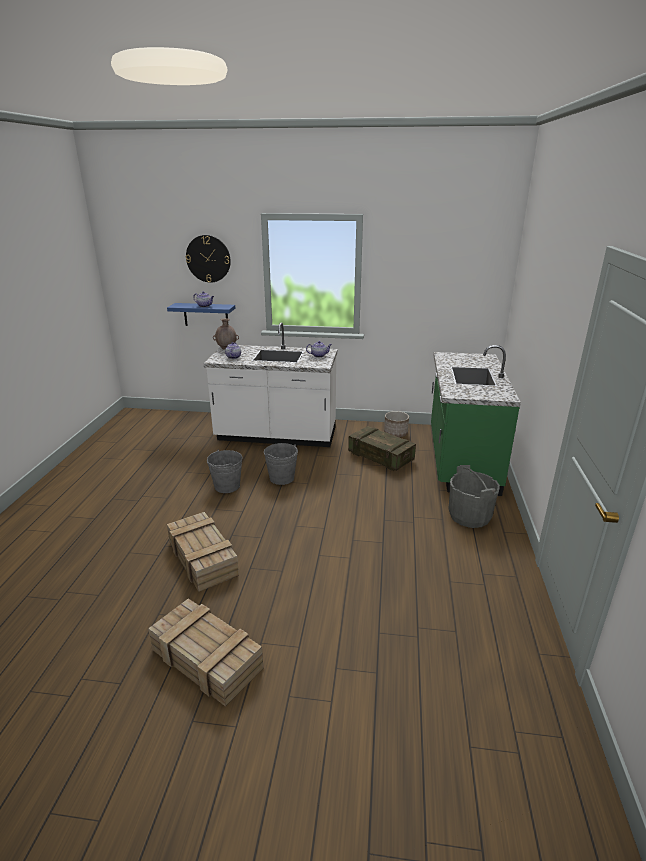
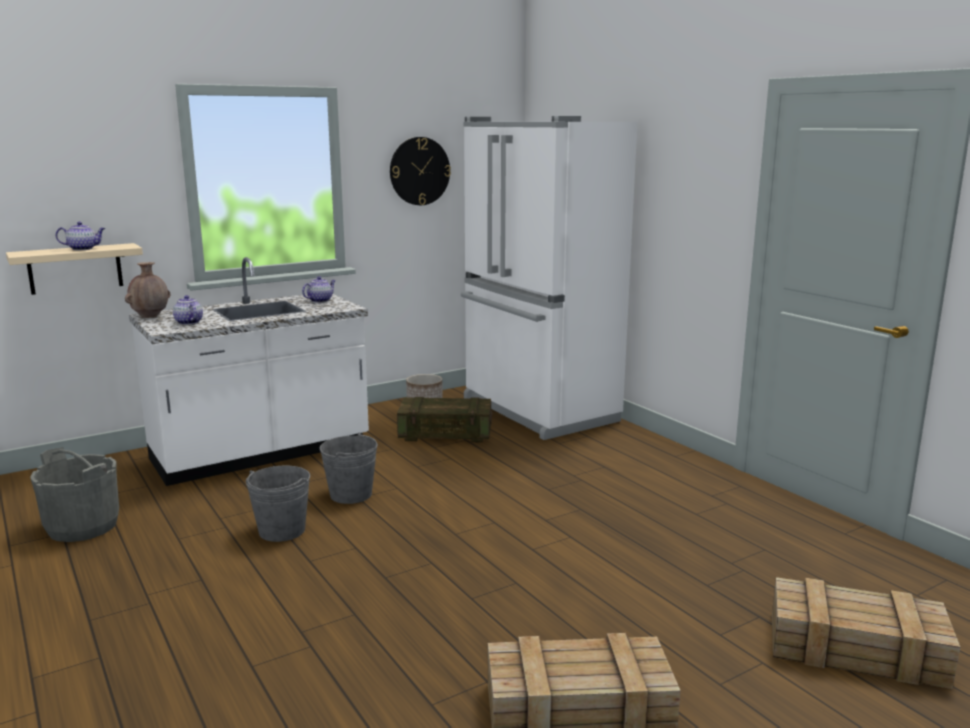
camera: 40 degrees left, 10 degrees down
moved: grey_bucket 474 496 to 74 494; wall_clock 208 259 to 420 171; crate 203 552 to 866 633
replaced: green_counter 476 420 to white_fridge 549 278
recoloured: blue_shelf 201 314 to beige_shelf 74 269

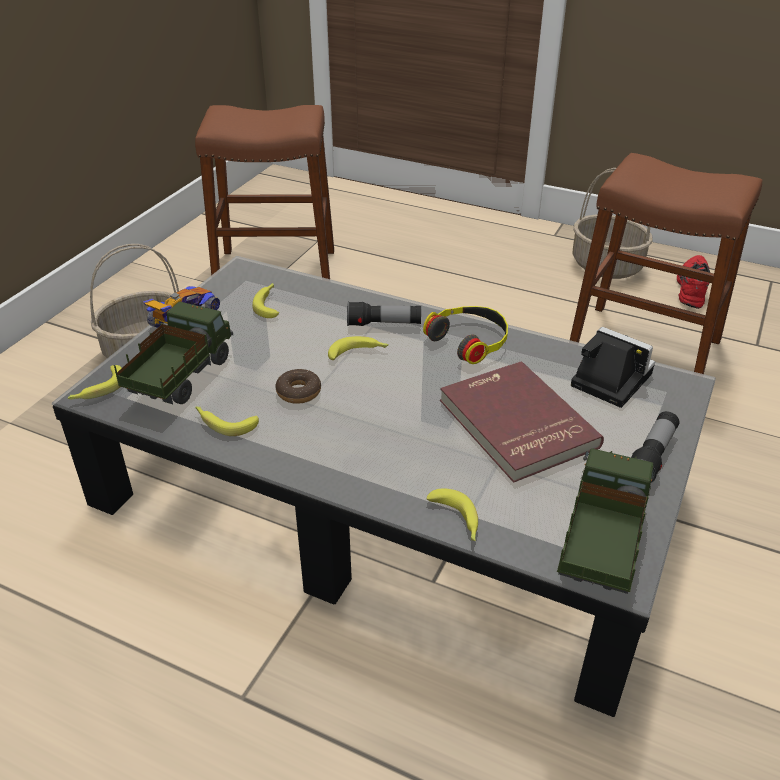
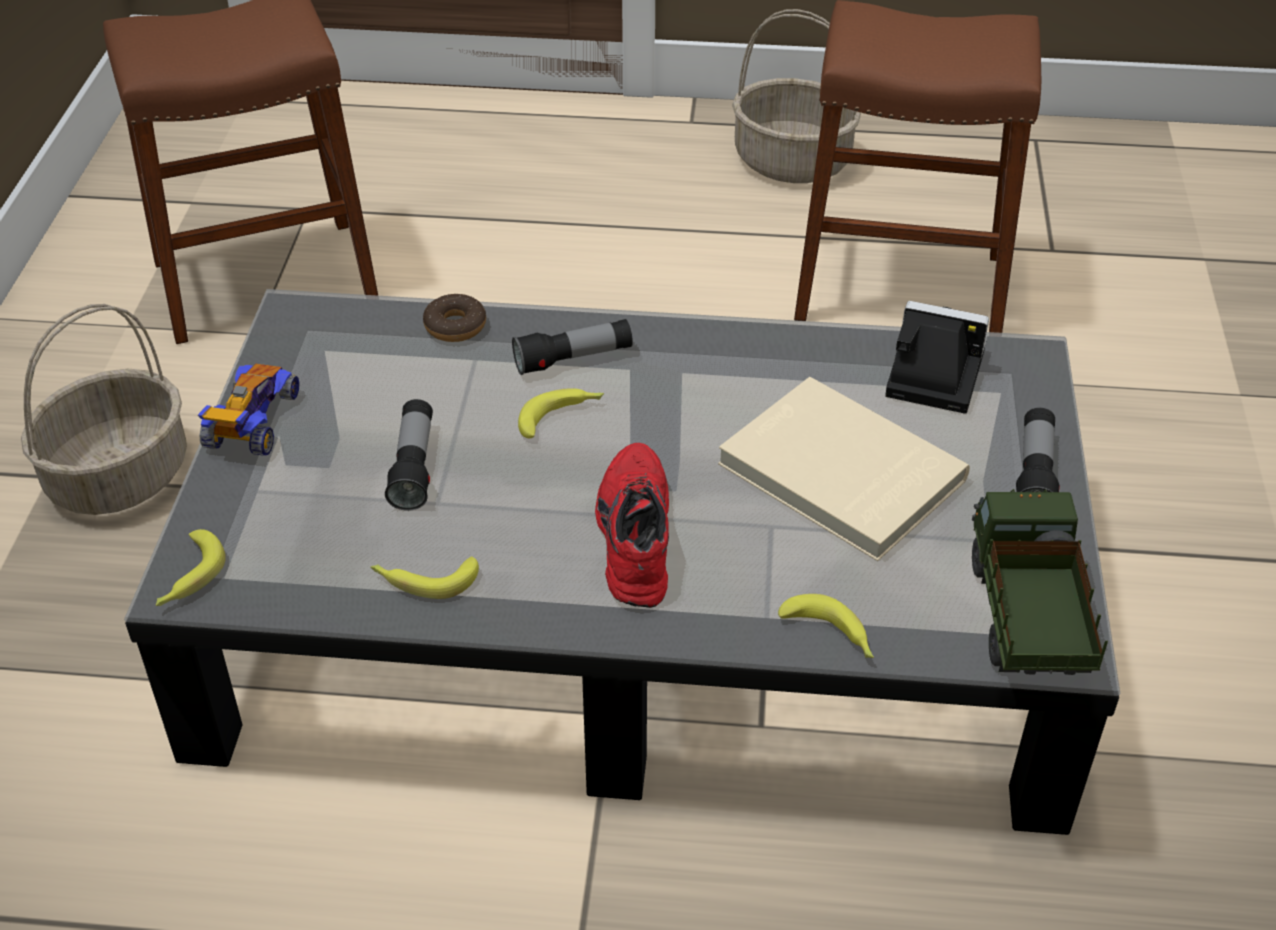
camera: 20 degrees left, 5 degrees up
removed: toy_truck 173 352; banana 265 300; headphones 465 335
added: flashlight 409 455
moved: donut 298 386 to 454 318; red_shoe 693 282 to 632 525
recoloured: red_book 522 422 to beige_book 844 469

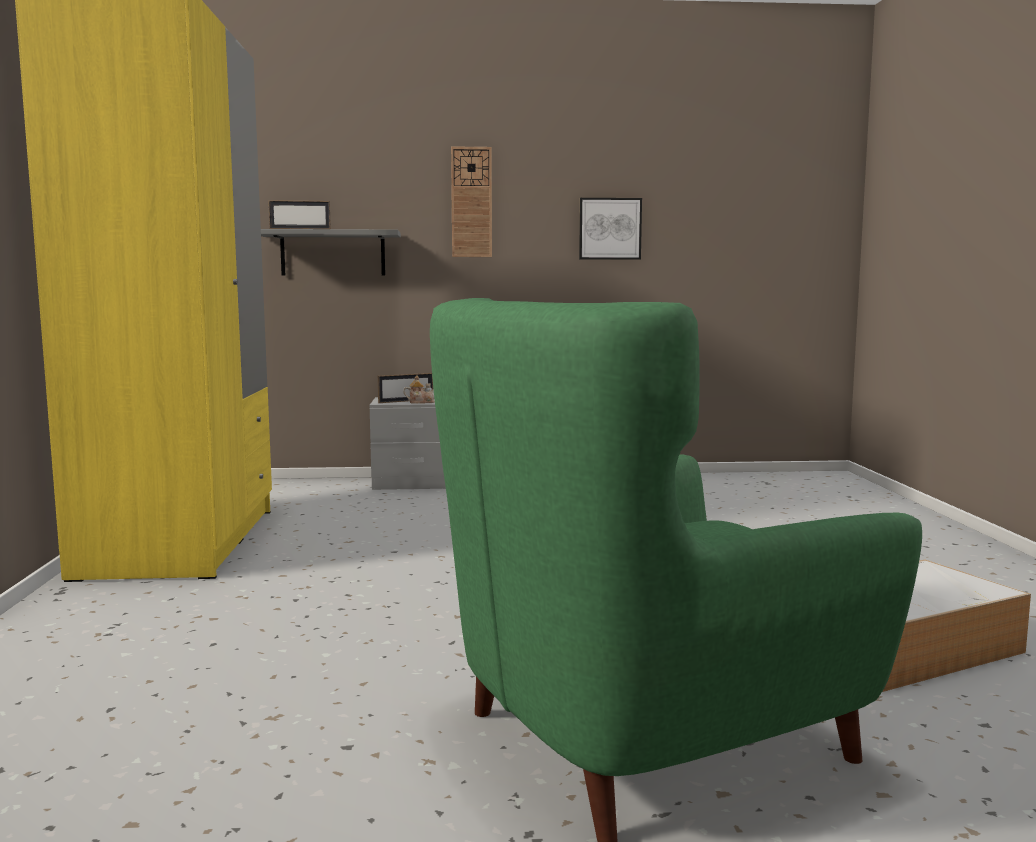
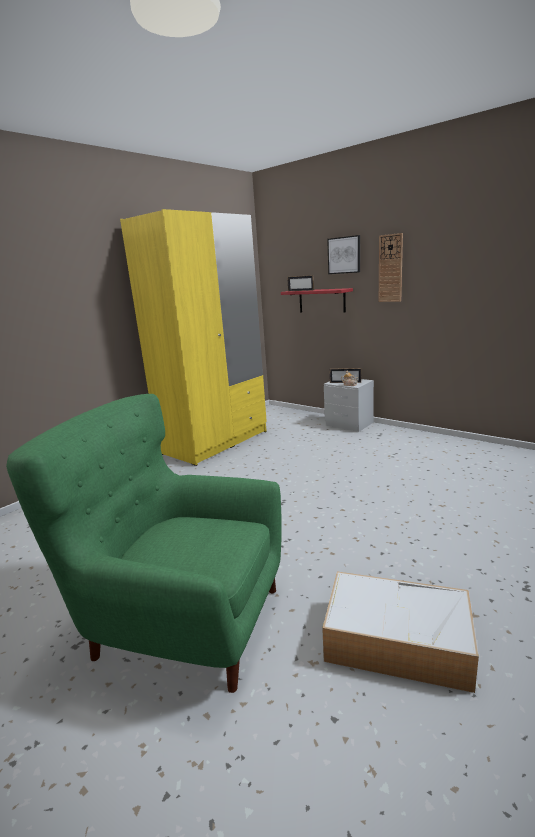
camera: 45 degrees right, 10 degrees up
moved: picture 610 229 to 343 254
recoloured: grey_shelf 331 252 to red_shelf 317 300

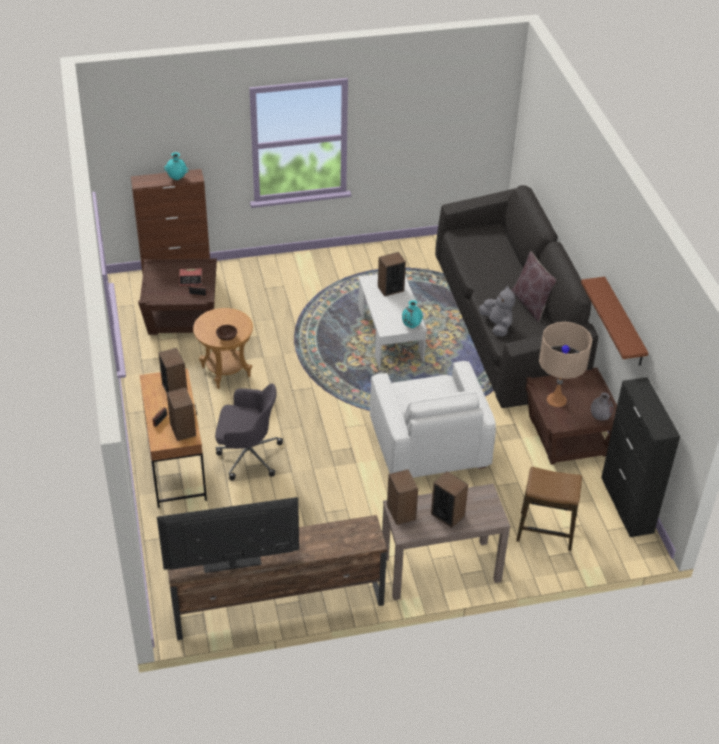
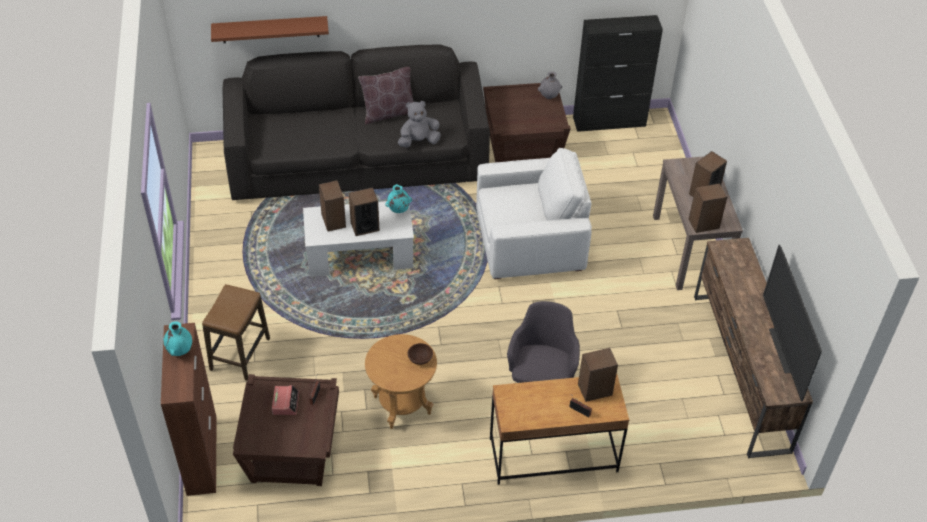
camera: 85 degrees left, 5 degrees up
removed: beige_table_lamp 565 364
moved: stool 549 509 to 236 332; brown_shelf 614 321 to 270 29; speaker 172 370 to 364 211

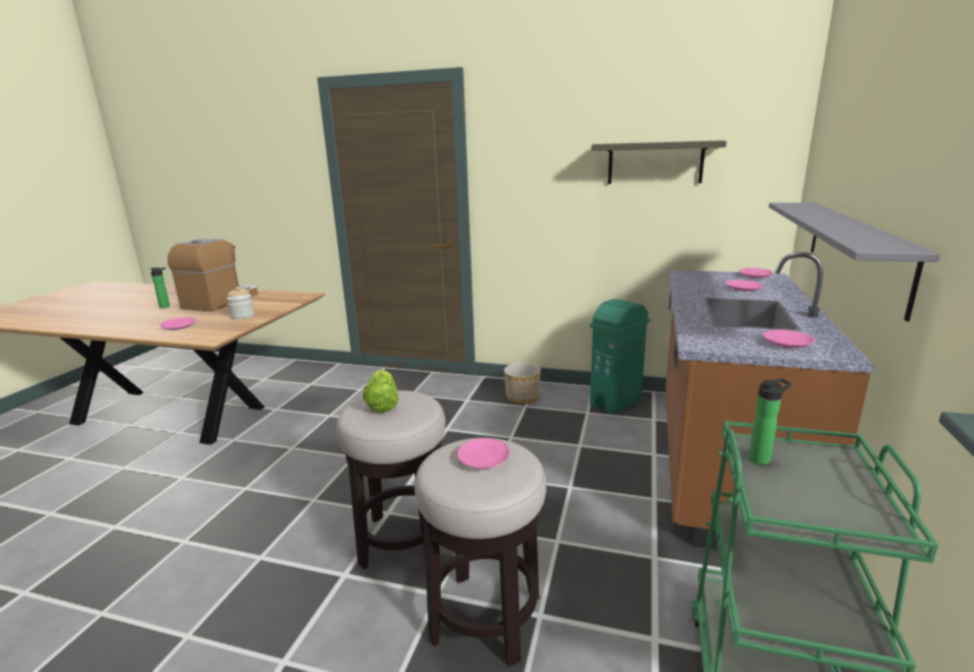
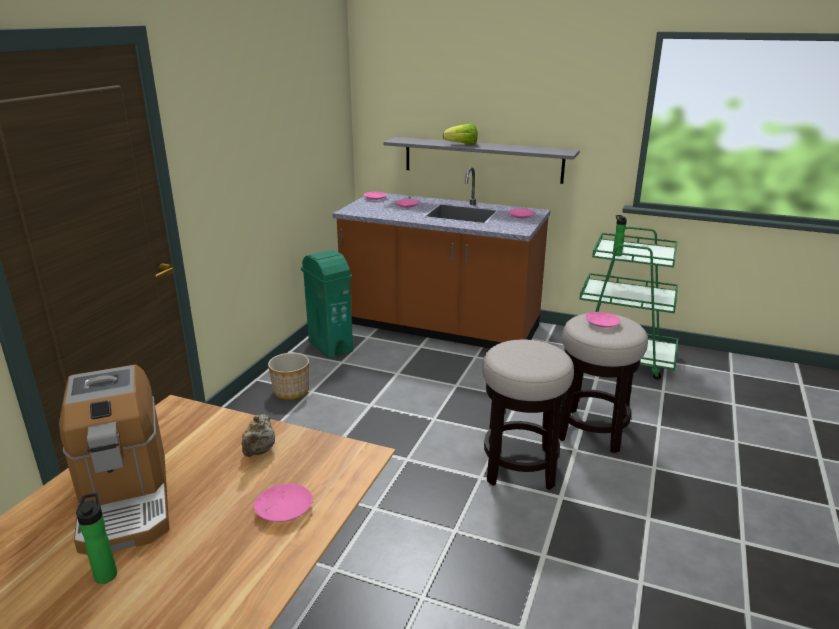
camera: 85 degrees left, 5 degrees up
removed: shelf 659 162
moved: lettuce 381 390 to 460 134
replaced: jar 241 303 to beige_teapot 258 435
turned: coffee_machine 213 275 = 114 460 135 degrees counterclockwise

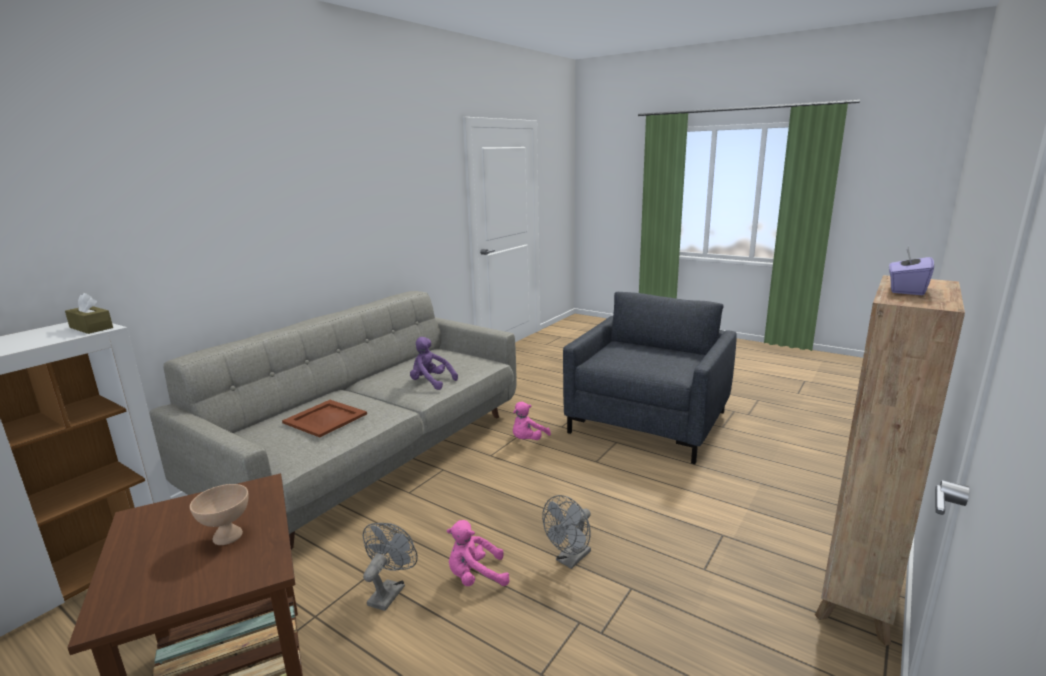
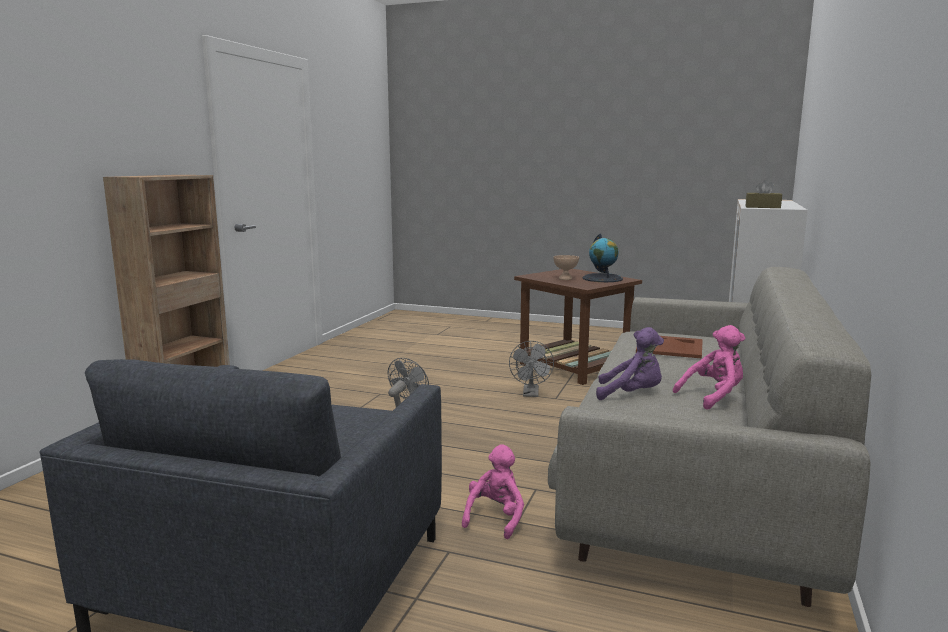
camera: 165 degrees right, 5 degrees down
removed: purple_tissue_box 911 271
added: globe 603 258
moved: pink_plush_toy 478 553 to 709 367

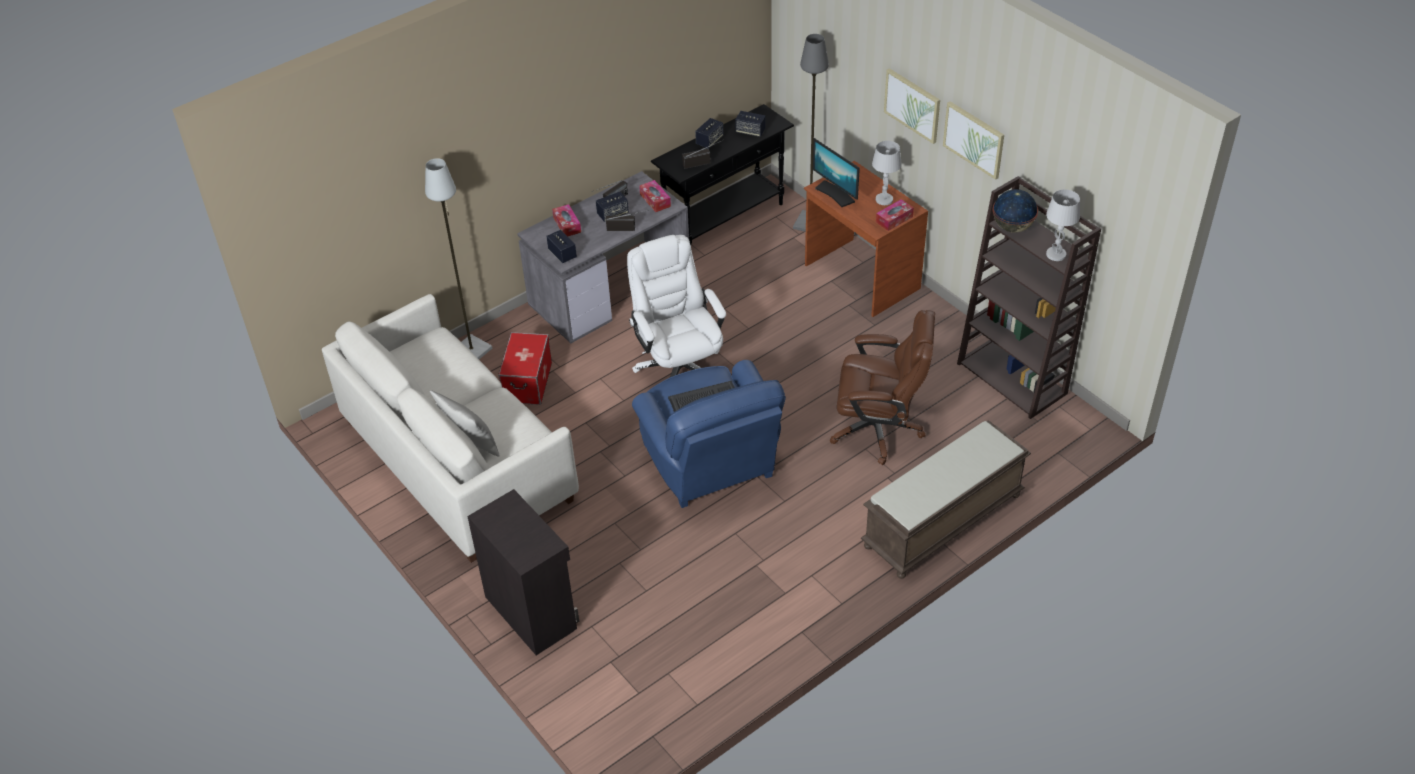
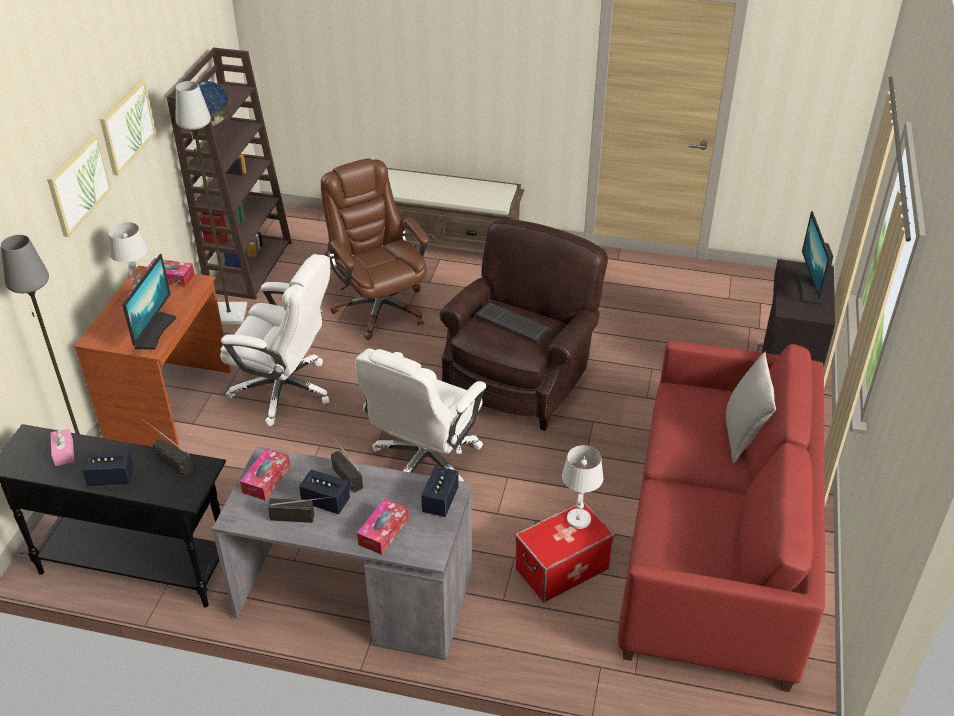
camera: 130 degrees left, 5 degrees down
added: white_office_chair 275 340; monitor 812 258
moved: grey_floor_lamp 458 258 to 211 203; white_table_lamp 1063 225 to 582 487
replaced: speaker 750 124 to pink_tissue_box 62 447
recoloured: blue_armchair 709 434 to brown_armchair 524 325; white_sofa 450 428 to red_sofa 721 516

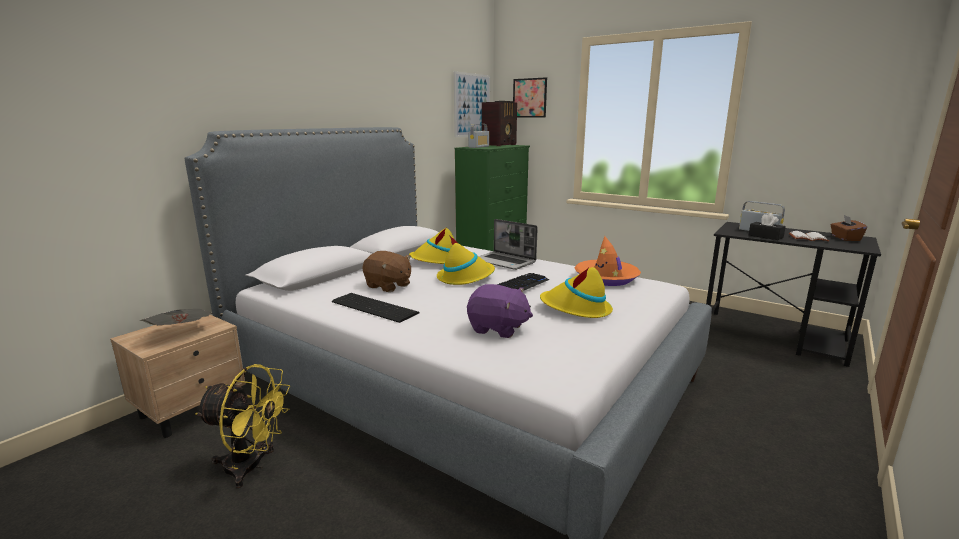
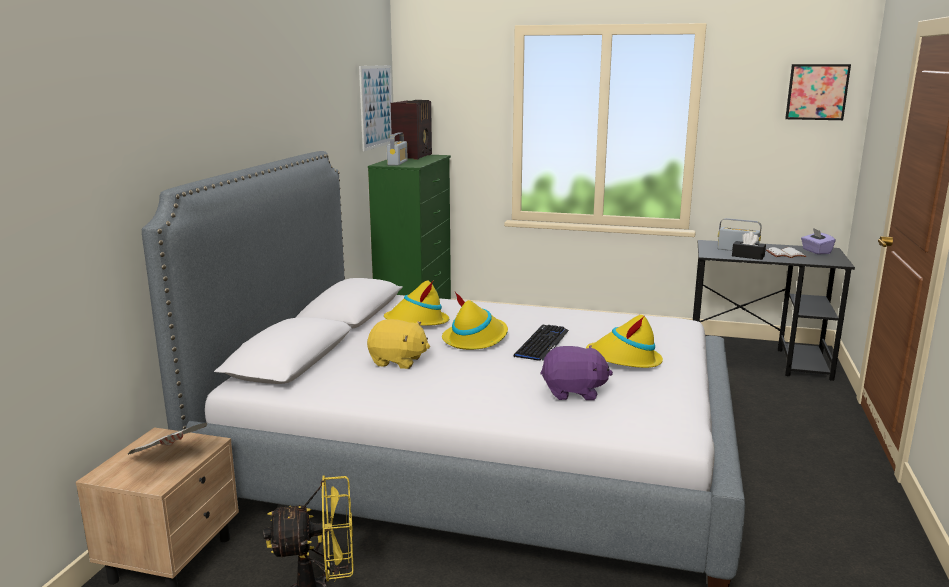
camera: 20 degrees left, 0 degrees up
removed: keyboard 376 308; laptop 508 244; orange_hat 607 261
moved: picture 530 97 to 818 92
recoloured: brown_plush_toy 386 271 to yellow_plush_toy 398 344; brown_tissue_box 849 228 to purple_tissue_box 818 241

